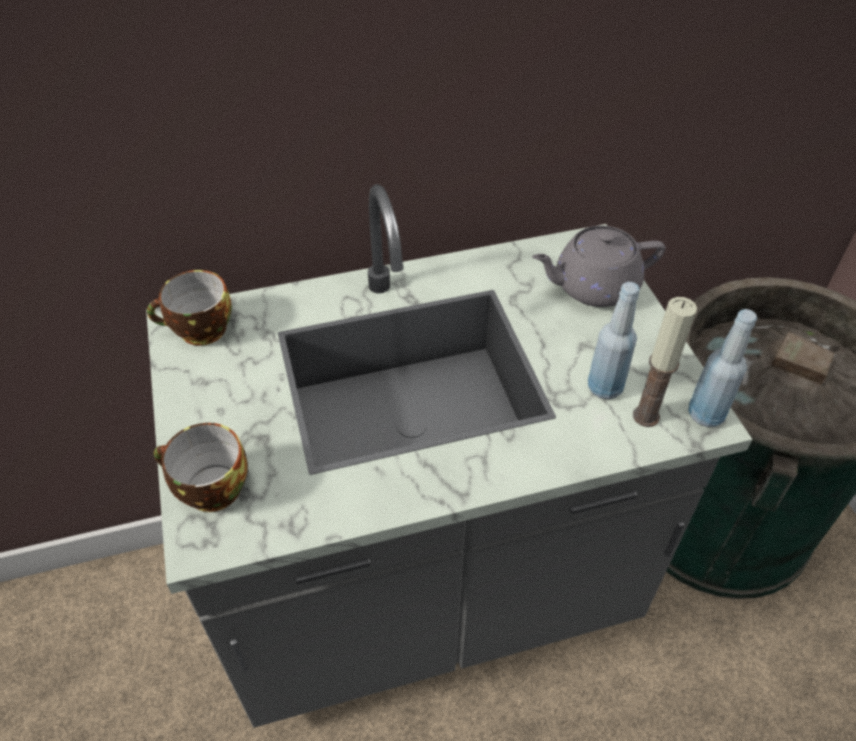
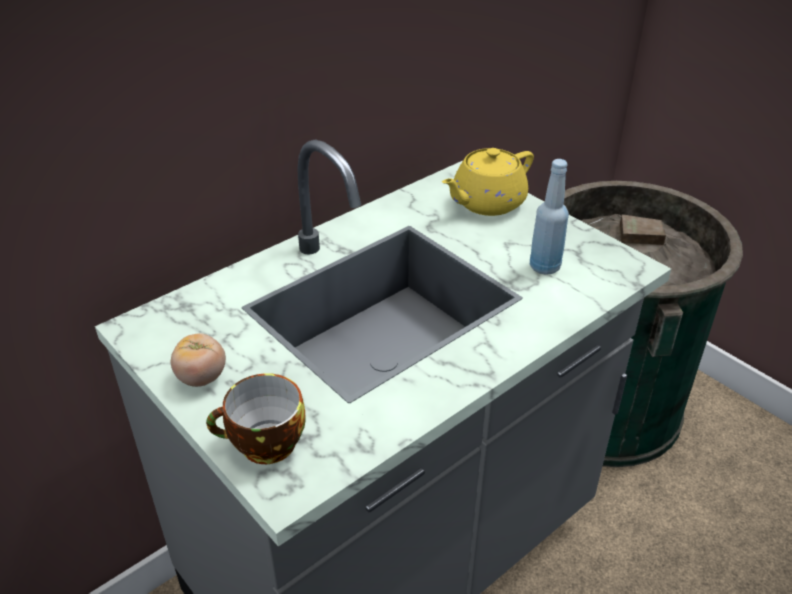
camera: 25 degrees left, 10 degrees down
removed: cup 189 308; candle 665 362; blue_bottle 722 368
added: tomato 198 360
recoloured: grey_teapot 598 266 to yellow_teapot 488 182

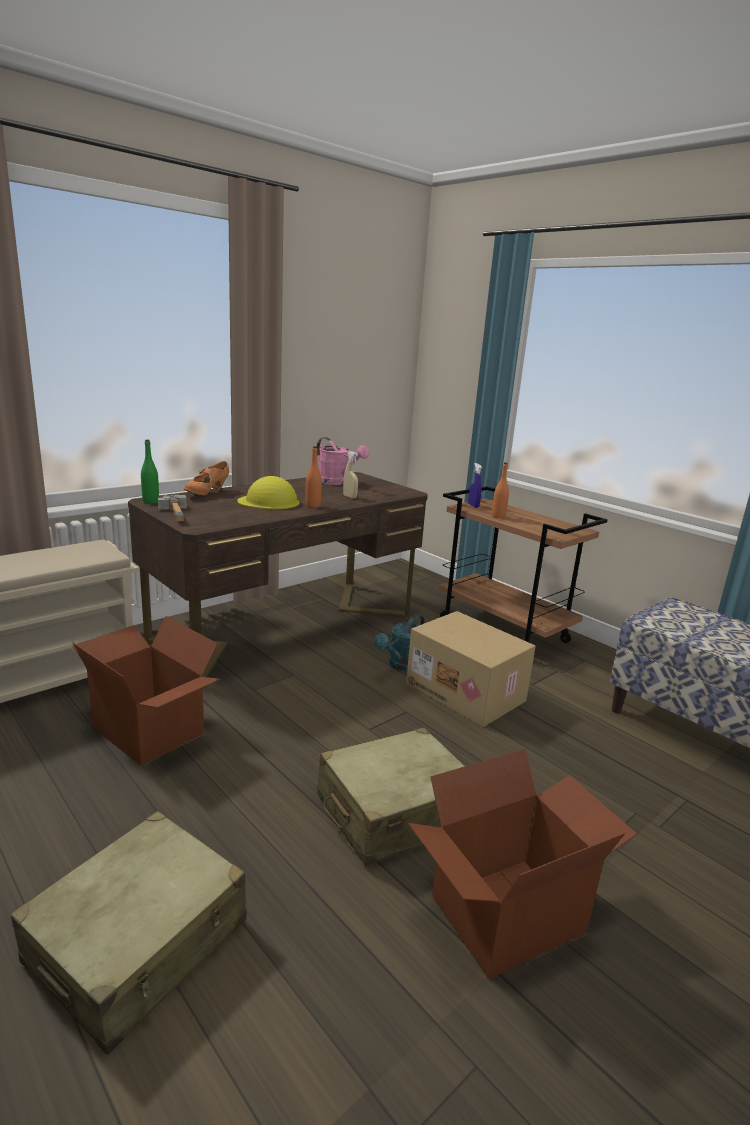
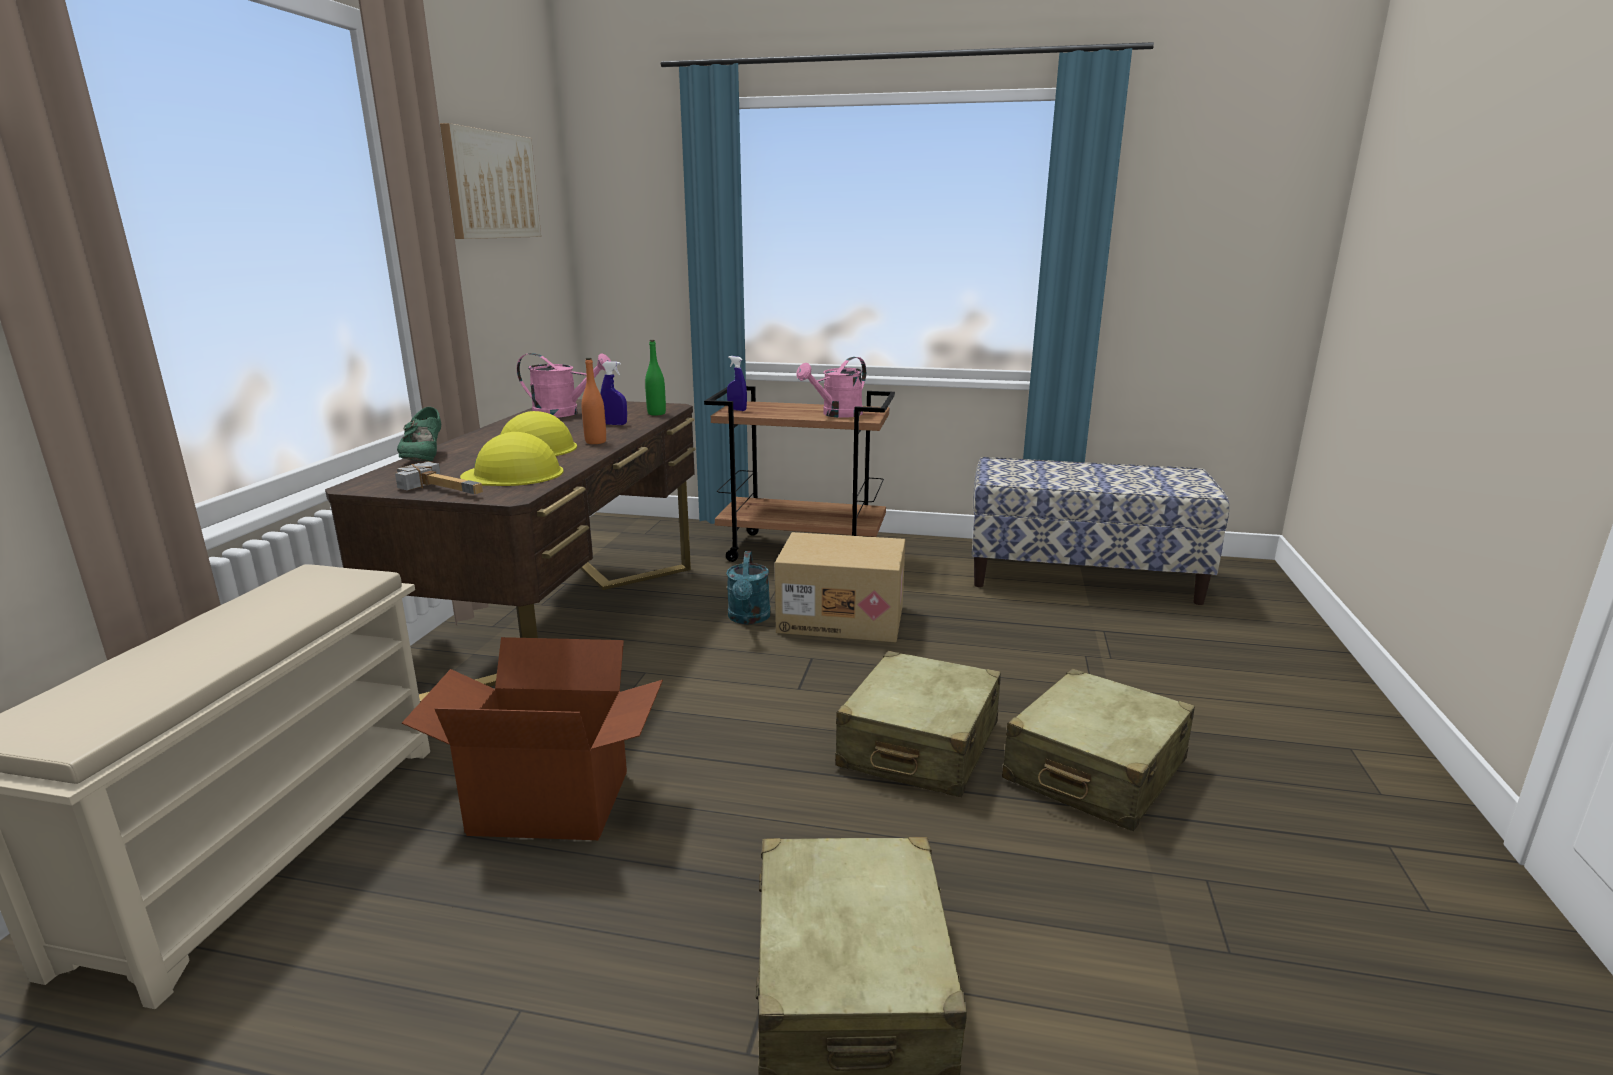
camera: 35 degrees left, 0 degrees up
removed: orange_bottle 500 490
added: picture 490 181; yellow_hard_hat 512 459; pink_watering_can 831 387
moved: green_bottle 150 472 to 655 378
replaced: cardboard_box 522 864 to beige_suitcase 1098 749
recoloured: orange_shoe 206 478 to green_shoe 419 434; beige_spray_bottle 350 474 to blue_spray_bottle 614 393

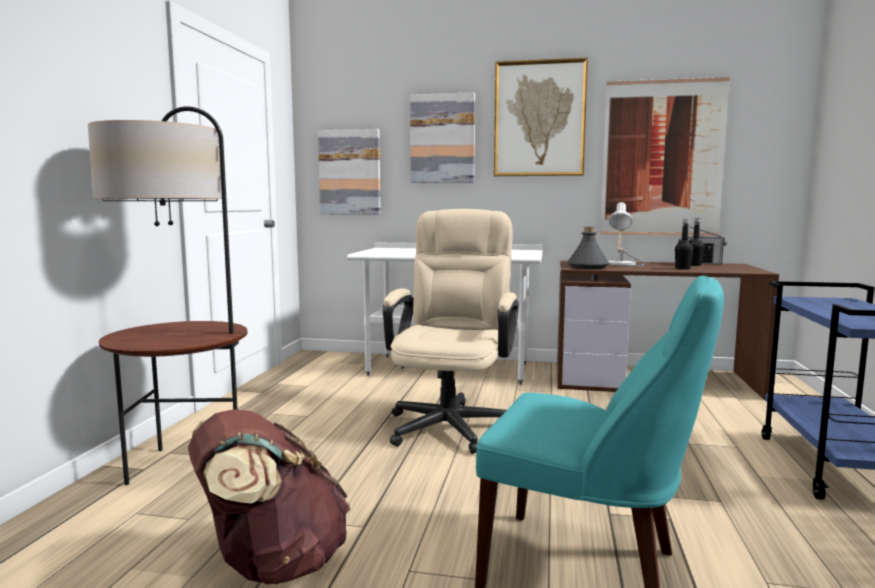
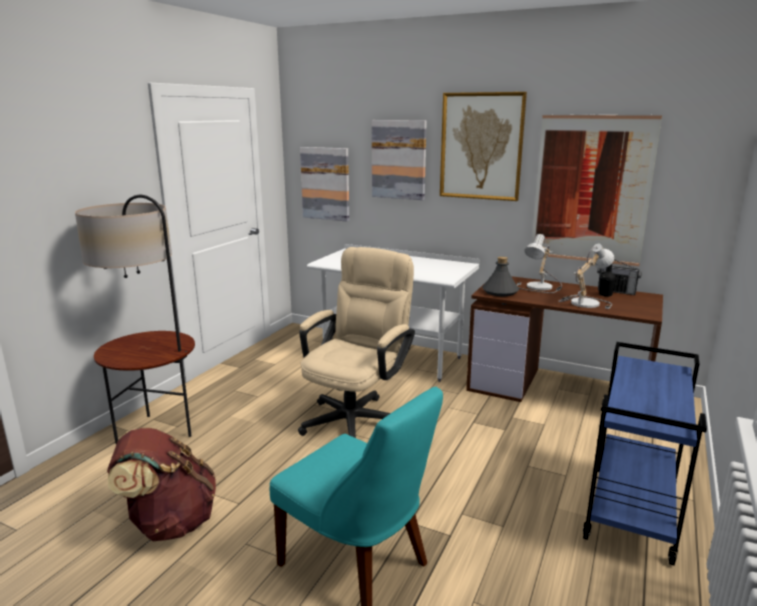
camera: 15 degrees right, 10 degrees up
replaced: black_bottle 684 244 to table_lamp 586 276

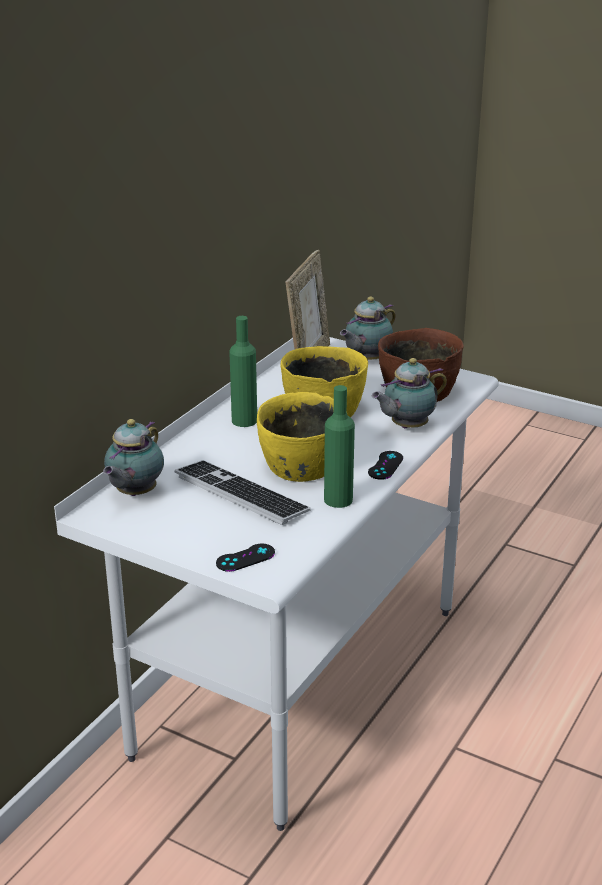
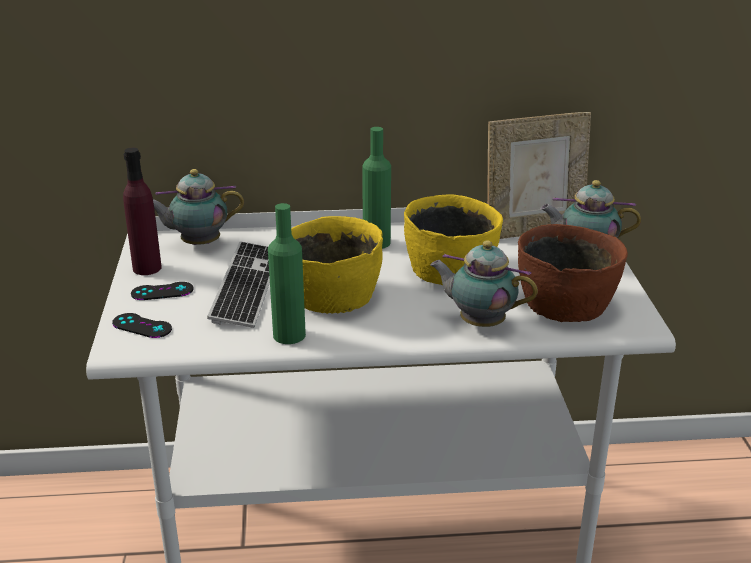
camera: 55 degrees right, 0 degrees up
added: purple_bottle 142 211
moved: black_game_controller 385 465 to 162 291

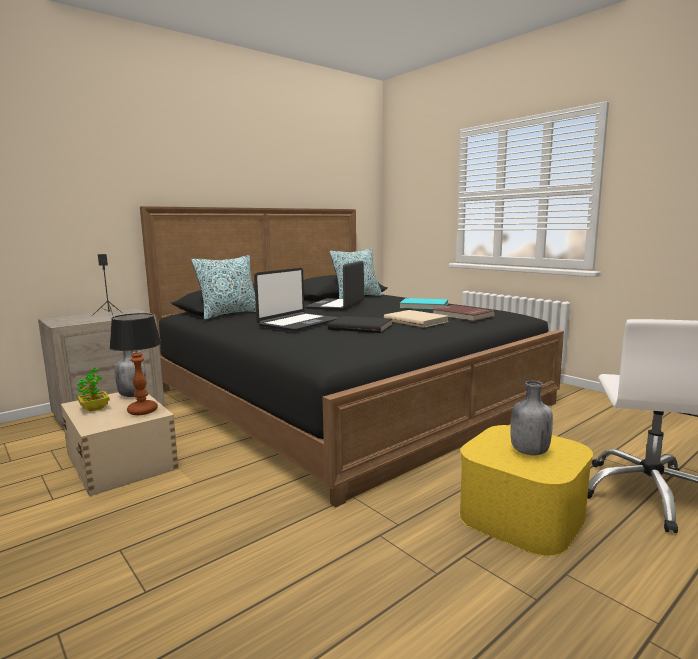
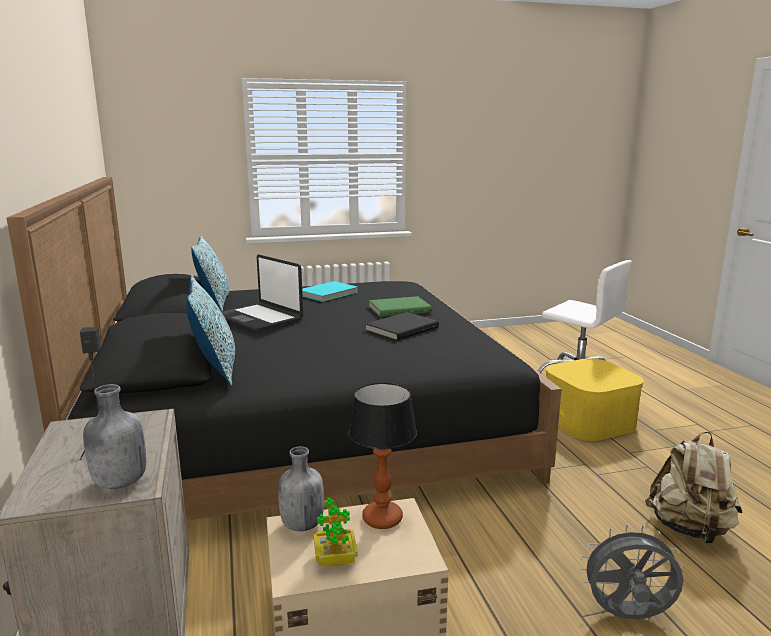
camera: 65 degrees left, 5 degrees up
removed: laptop 296 300; red_book 464 313
added: grey_fan 632 571; beige_backpack 694 487
moved: grey_bottle 532 418 to 114 436
recoloured: beige_book 416 319 to green_book 400 306

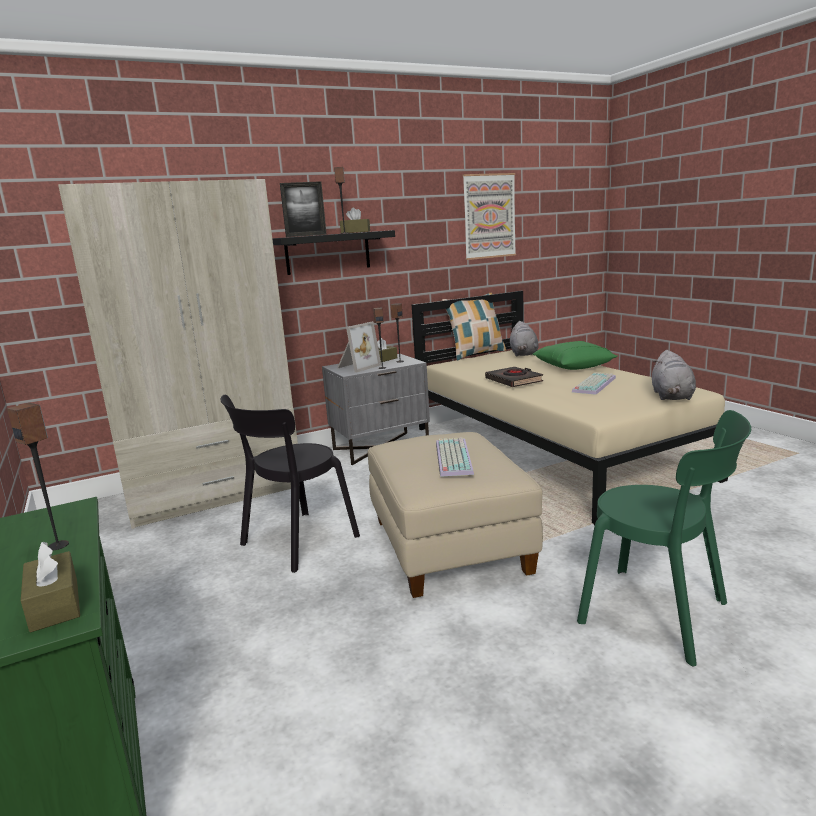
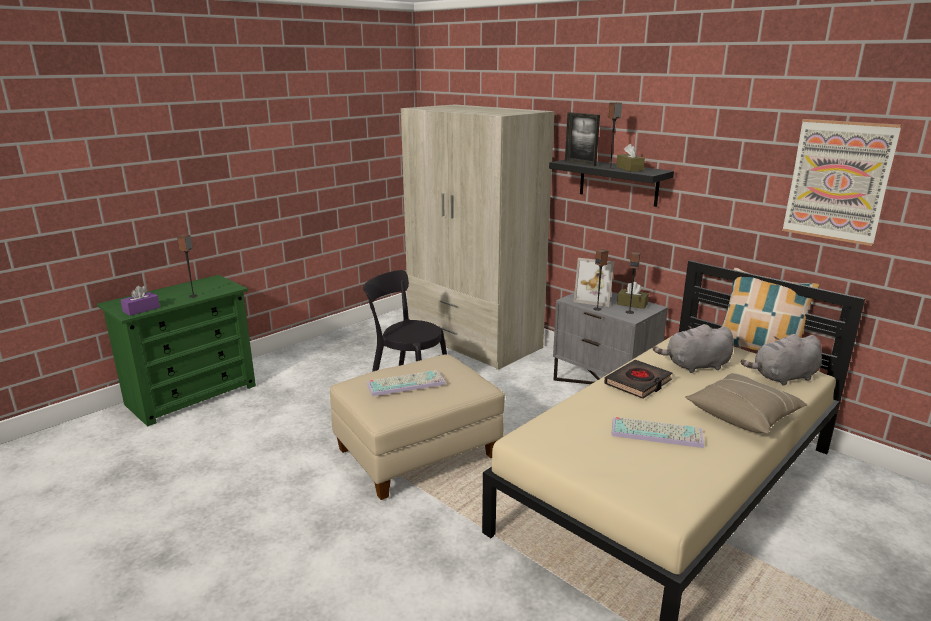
camera: 70 degrees right, 5 degrees up
removed: green_chair 664 538
moved: grey_plush_toy 674 375 to 693 348
recoloured: brown_tissue_box 50 587 to purple_tissue_box 140 300; green_pillow 575 355 to beige_pillow 746 403

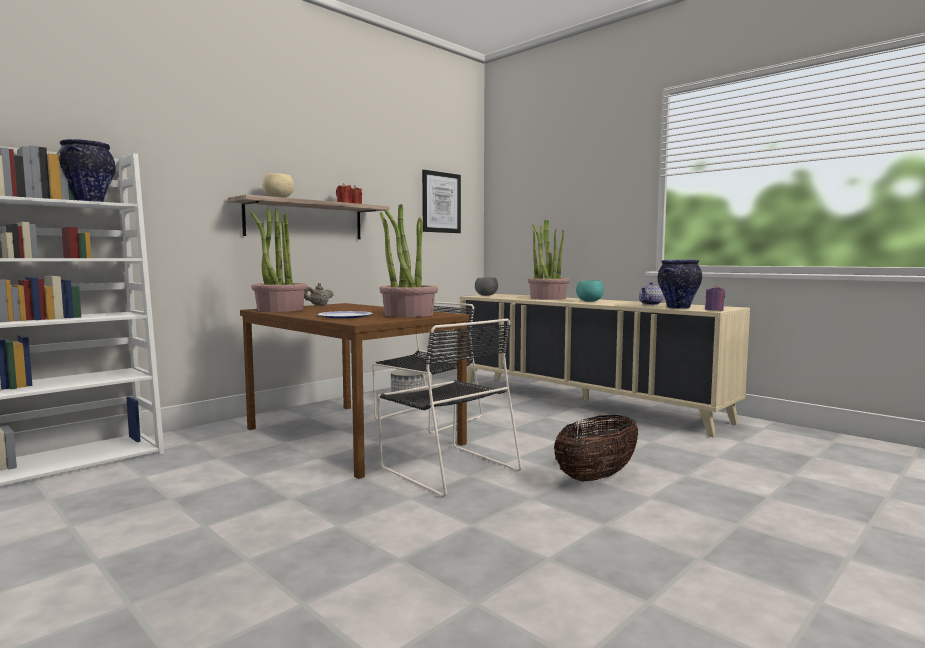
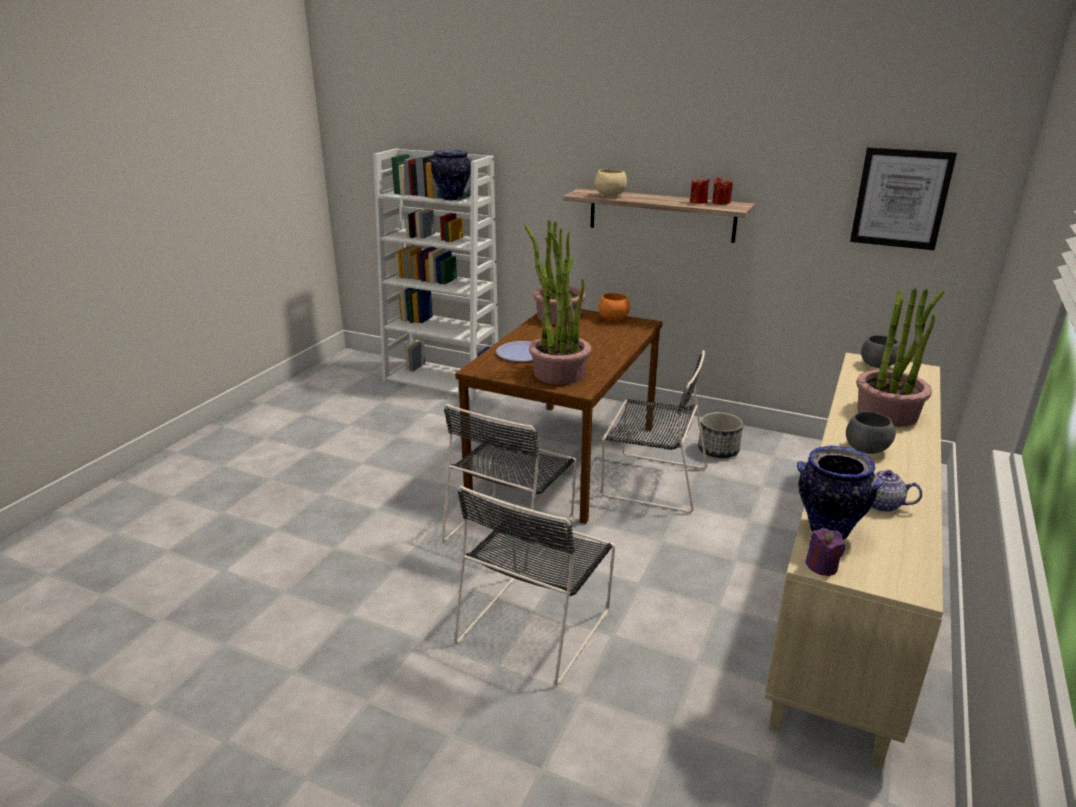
camera: 70 degrees right, 20 degrees up
replaced: basket 596 448 to black_chair 534 585; beige_teapot 318 294 to orange_bowl 614 307
recoloured: turquoise_bowl 590 291 to grey_bowl 871 433

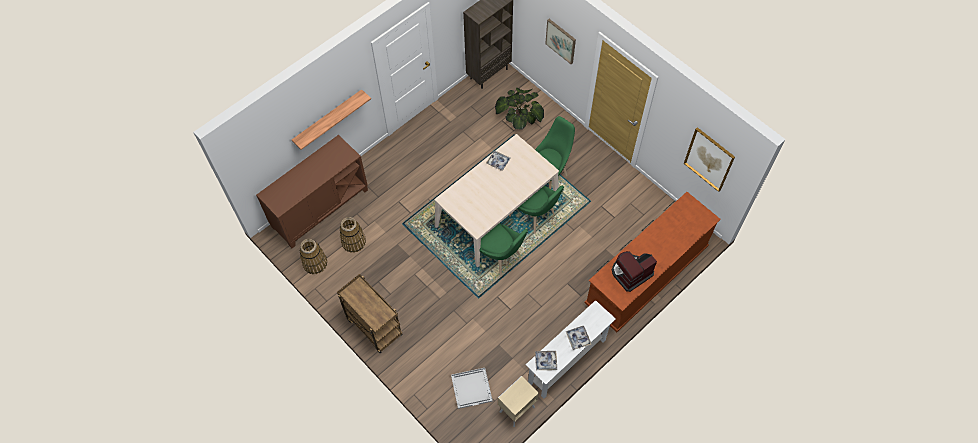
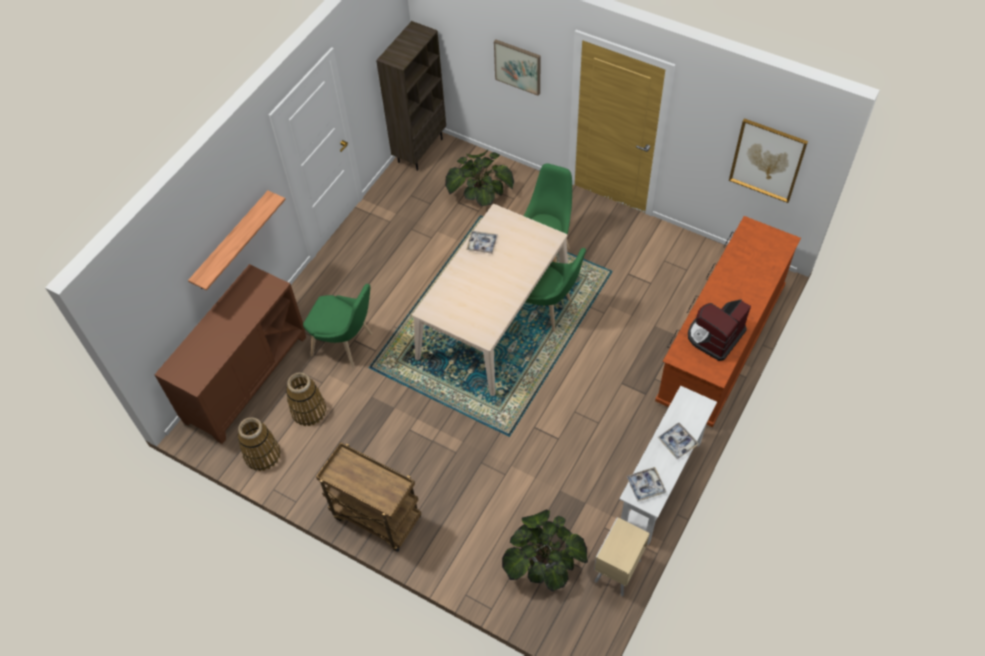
camera: 15 degrees left, 5 degrees down
moved: green_chair 501 250 to 337 326
replaced: white_tray 472 388 to potted_plant 545 550

